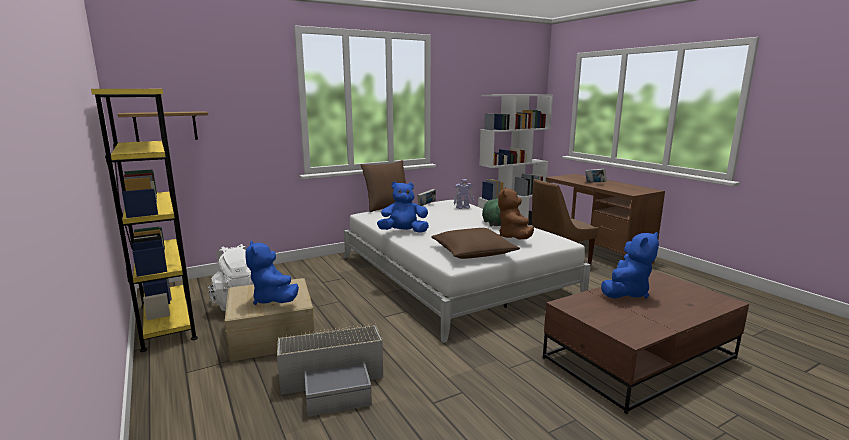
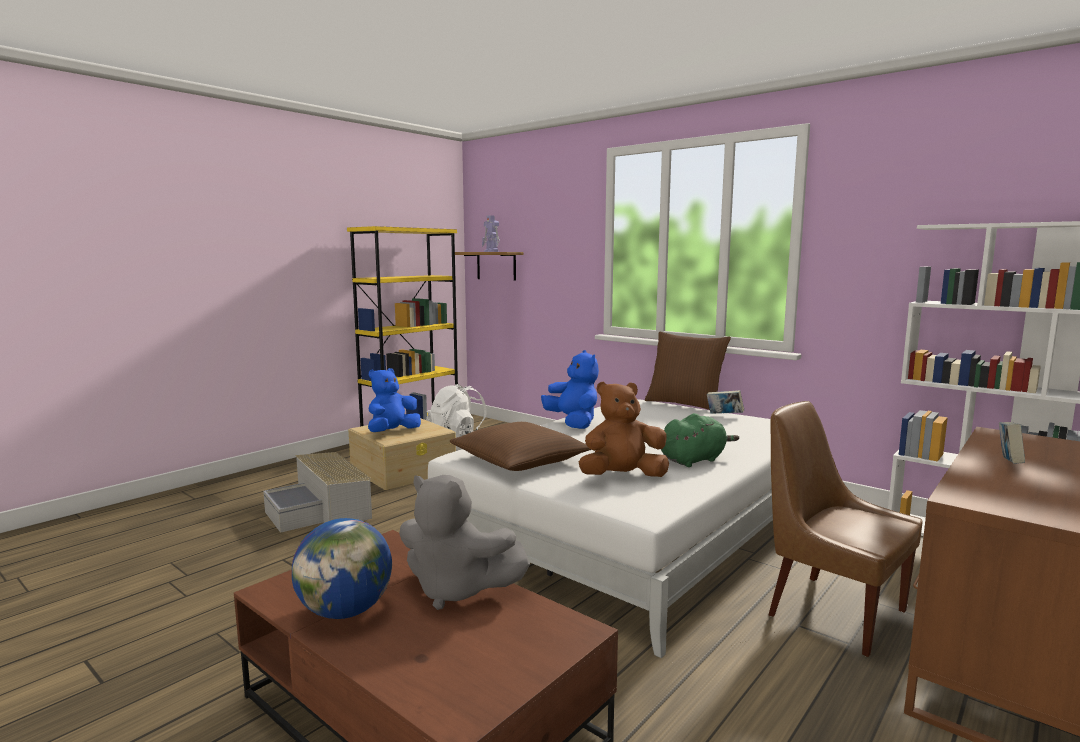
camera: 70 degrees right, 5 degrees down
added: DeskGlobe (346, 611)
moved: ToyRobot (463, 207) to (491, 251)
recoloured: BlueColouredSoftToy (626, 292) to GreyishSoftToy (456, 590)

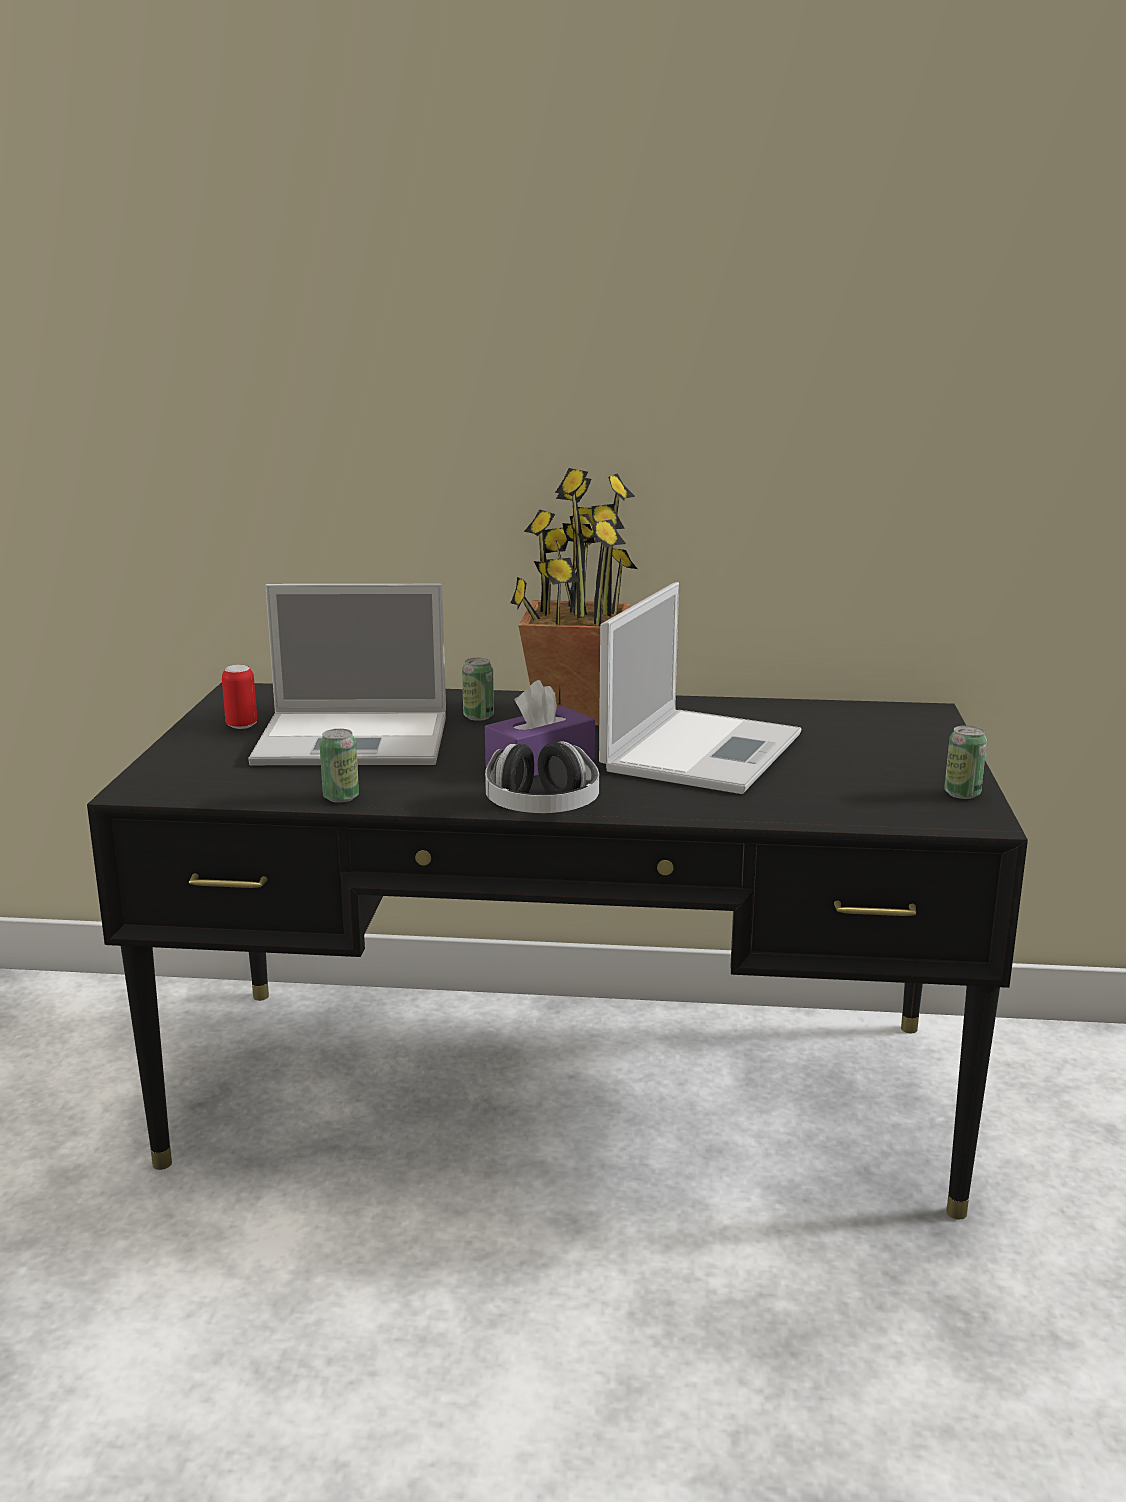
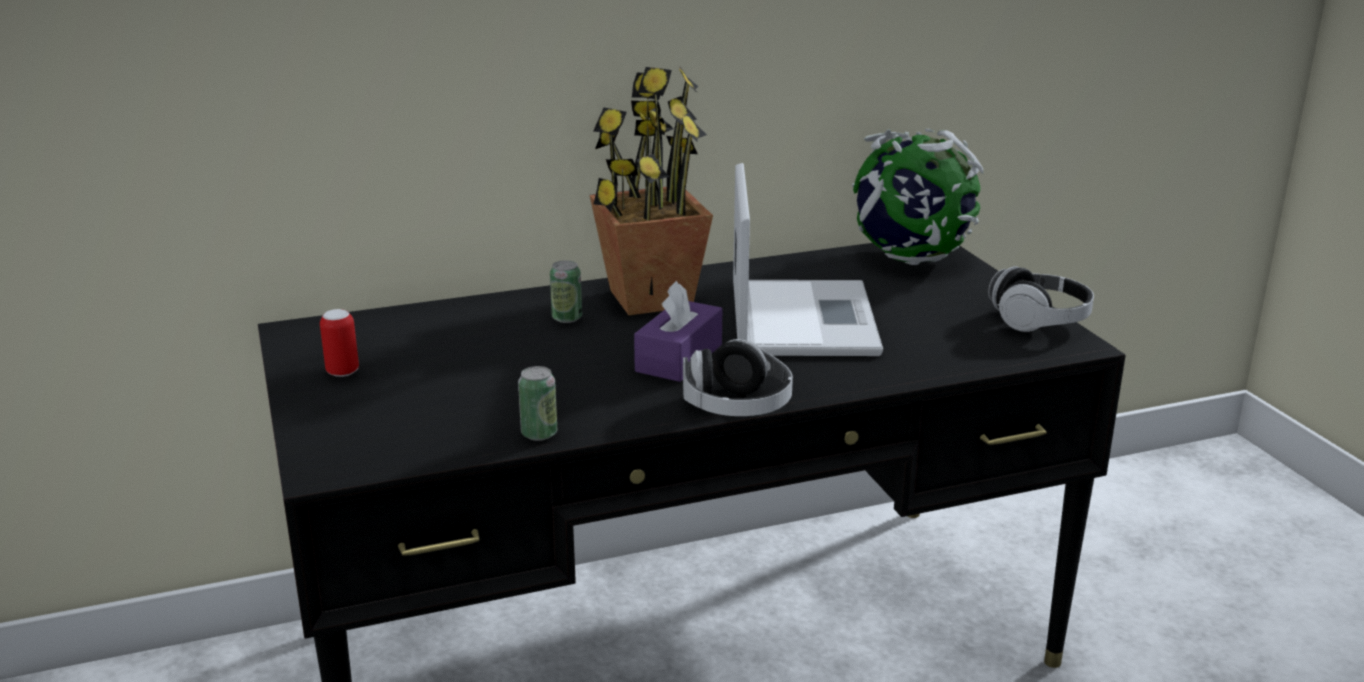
camera: 25 degrees left, 5 degrees up
removed: PortableComputer (357, 740)
added: DeskGlobe (910, 258)
replaced: SealedCan (962, 794) to Headphones (1039, 321)

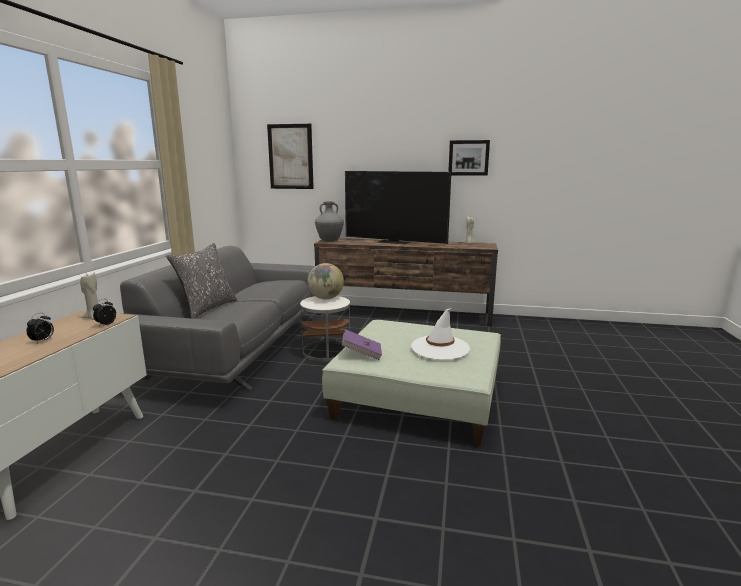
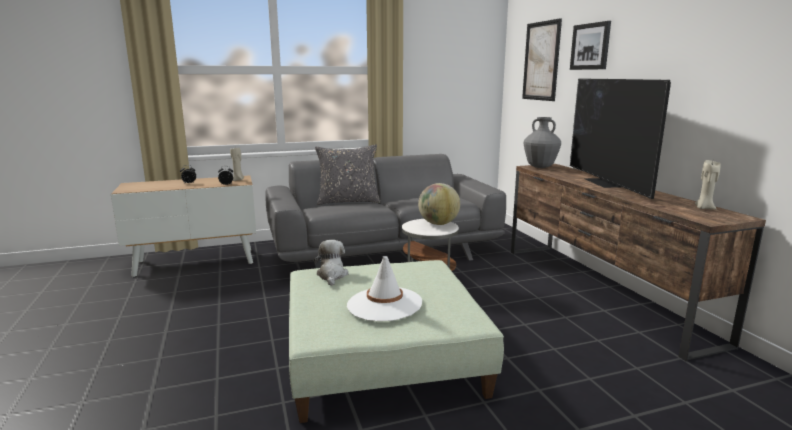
camera: 60 degrees right, 0 degrees up
moved: Picture (468, 158) to (590, 46)
replaced: PurpleColouredBoundBook (362, 354) to SoftToy (332, 275)

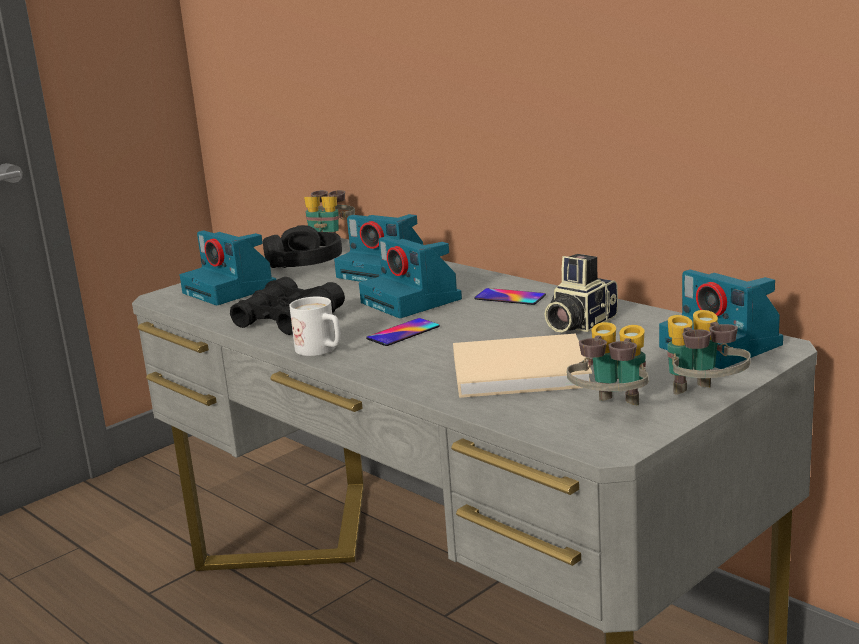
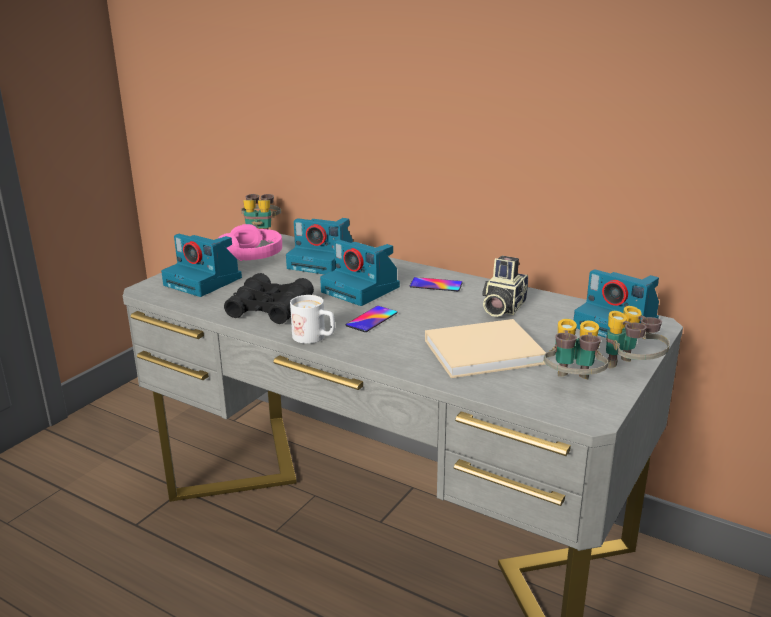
camera: 15 degrees left, 5 degrees up
recoloured: BlackishHeadphones (304, 263) to PinkColouredHeadphones (252, 255)

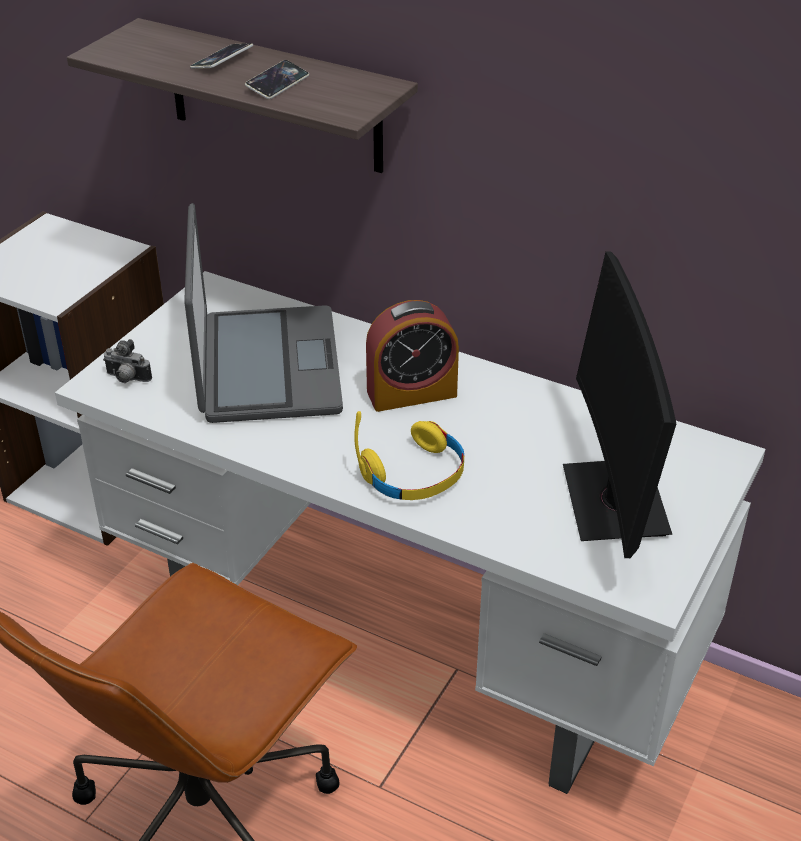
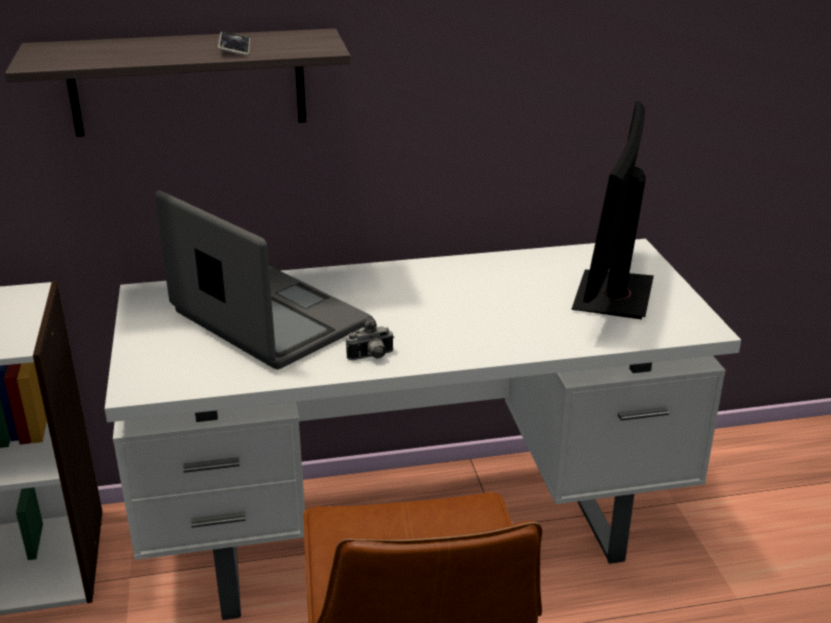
camera: 40 degrees left, 10 degrees down
removed: Handset (222, 60); YellowishHeadphones (415, 475); AlarmClock (411, 393)
moved: PhotoCamera (127, 379) to (371, 357)
turned: ComputerScreen (615, 502) = (613, 295) 60 degrees clockwise

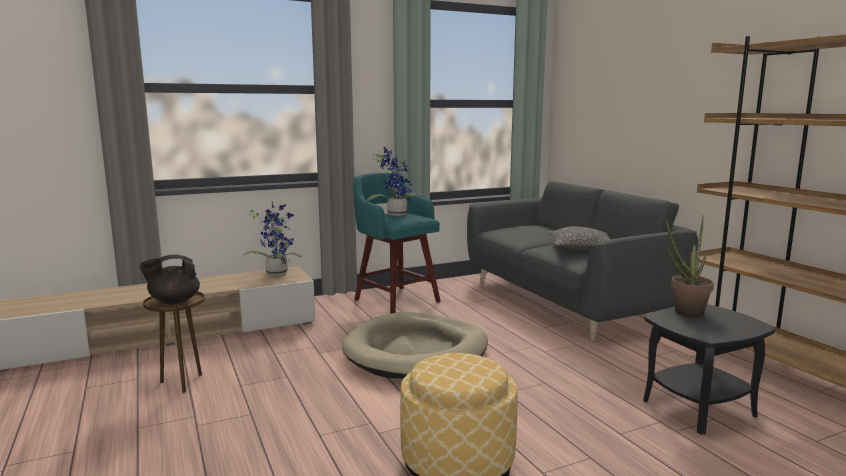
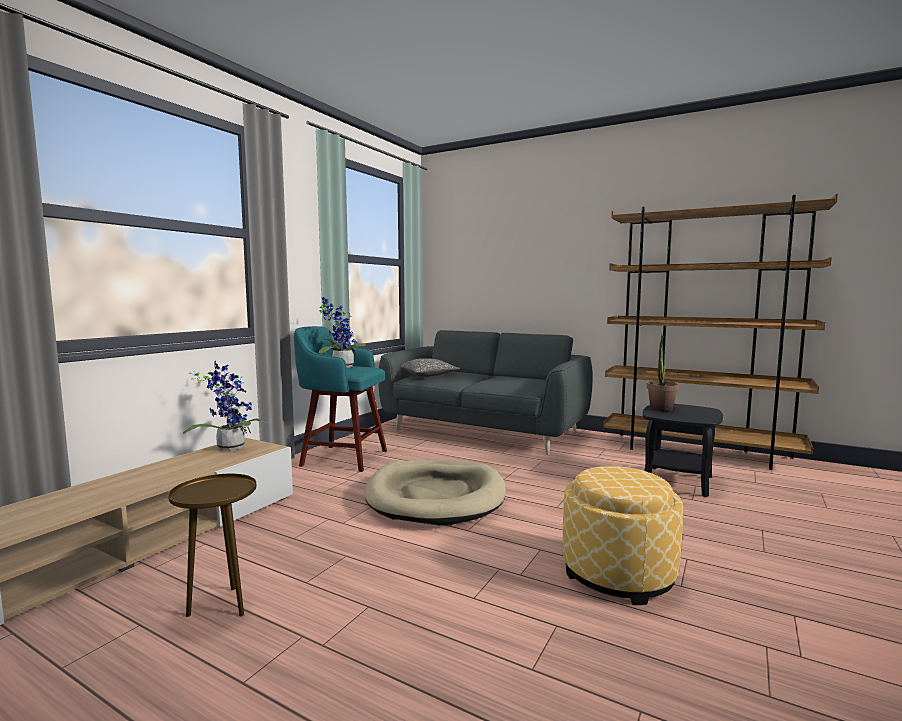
camera: 35 degrees left, 5 degrees down
removed: BlackishTeaPot (173, 301)
moved: Cushion (581, 248) to (427, 375)

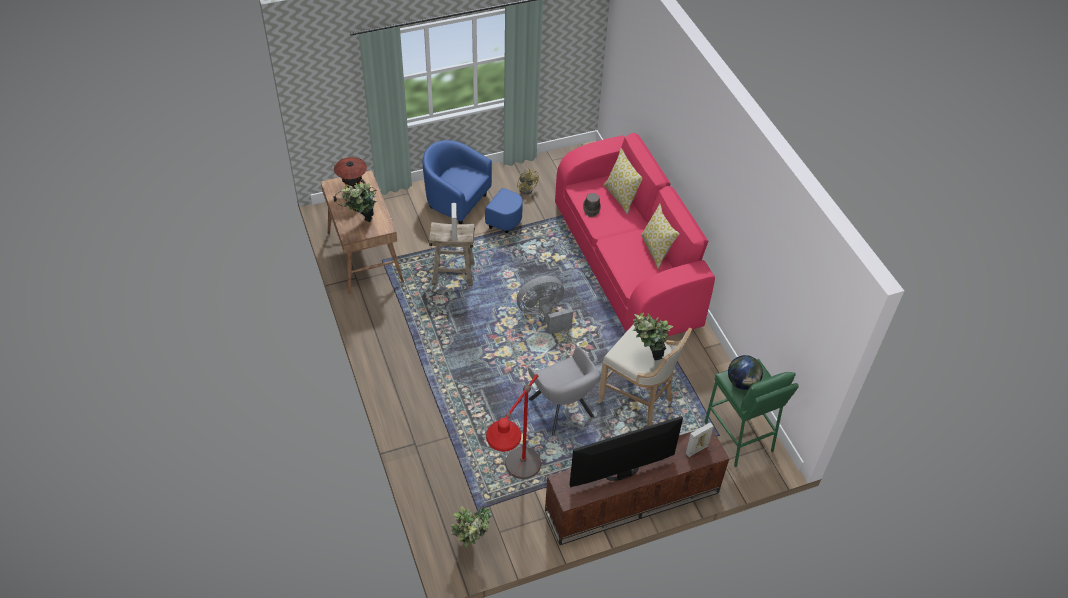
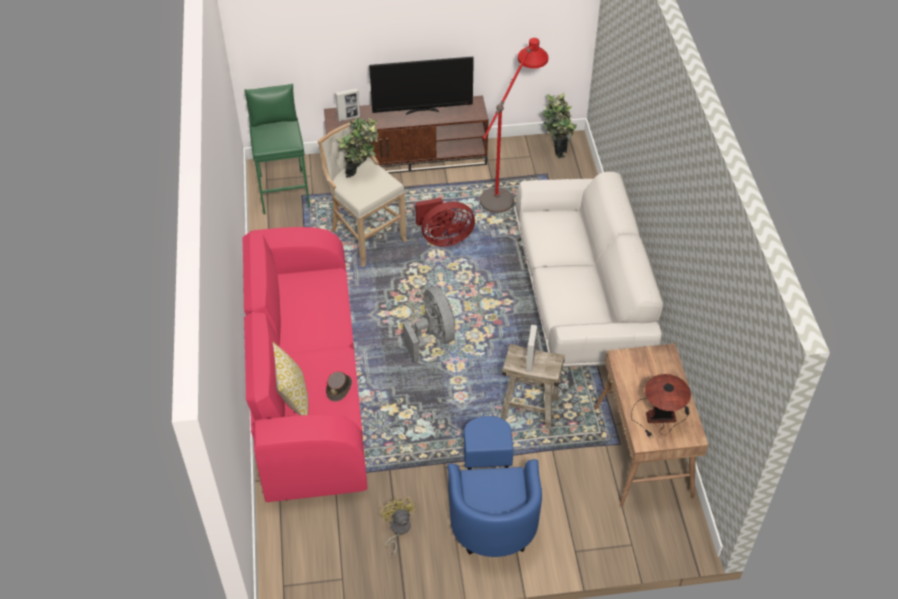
camera: 165 degrees left, 0 degrees up
removed: Houseplant (363, 225); Cushion (657, 250); DeskGlobe (742, 382)
added: WhiteColouredSettee (580, 295)
replaced: GreyishEasyChair (563, 410) to RedElectricFan (444, 238)
turned: BlueColouredEasyChair (467, 207) = (491, 509) 45 degrees clockwise; GreyishElectricFan (543, 315) = (433, 337) 105 degrees counterclockwise

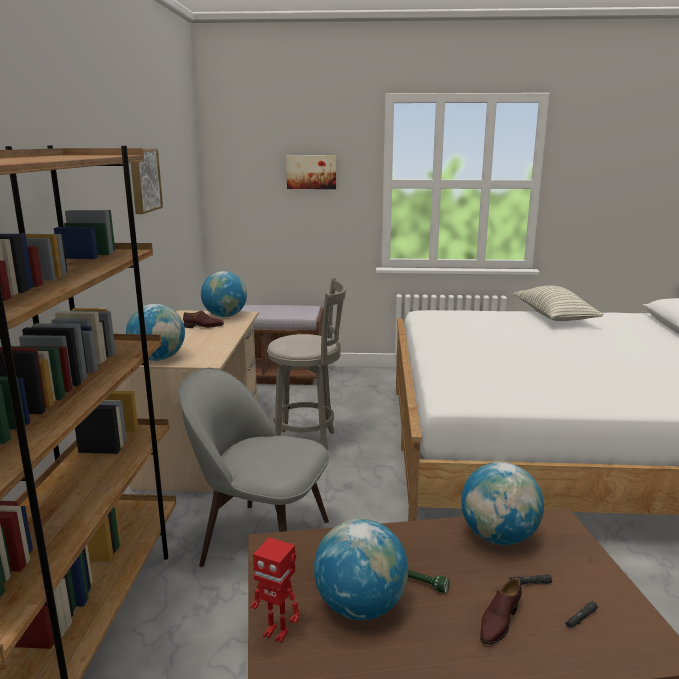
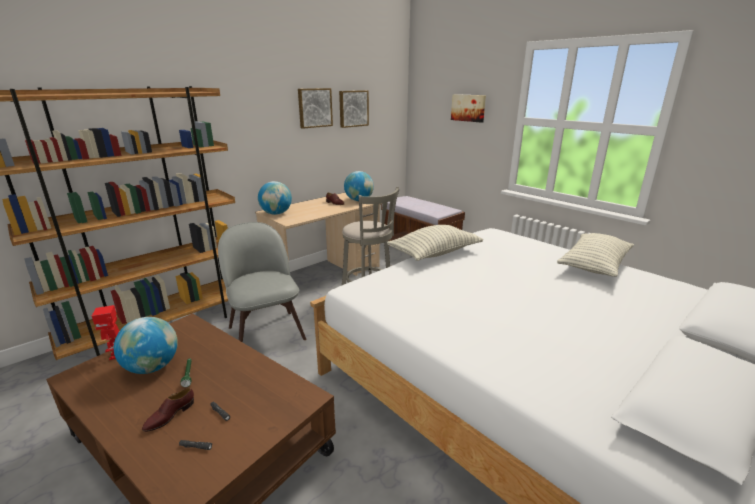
camera: 45 degrees right, 5 degrees up
removed: DeskGlobe (498, 537)
added: Picture (353, 108); Cushion (434, 253)
turned: BrownItemOfFootwear (498, 621) = (170, 416) 45 degrees counterclockwise

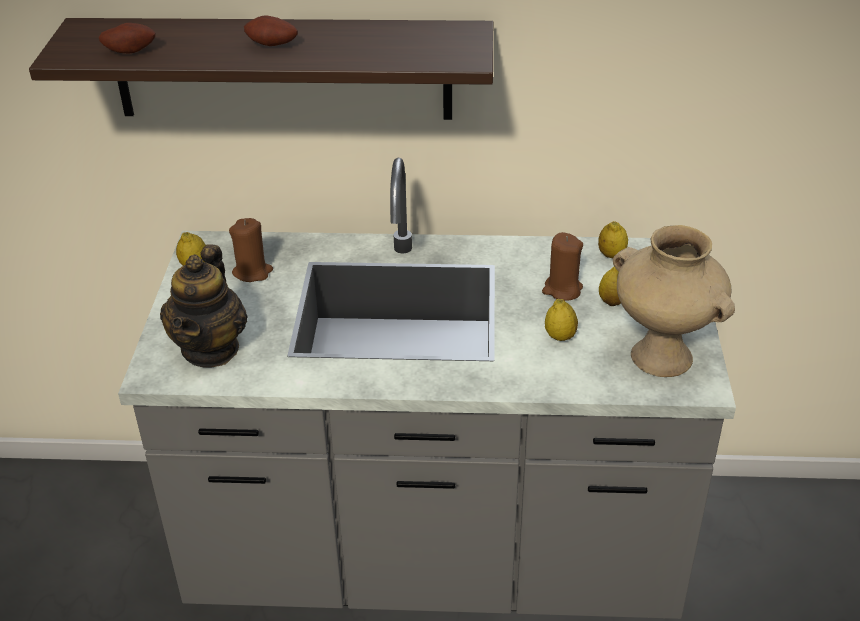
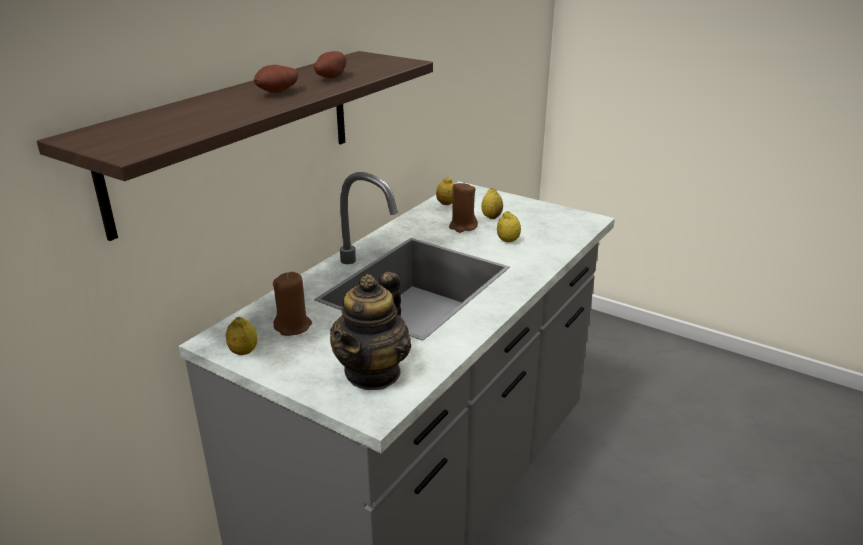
camera: 60 degrees left, 10 degrees down
removed: BeigeDecorativeVase (663, 357)
moved: Spud (130, 51) to (330, 77)
turned: TeaPot (211, 349) = (373, 373) 75 degrees clockwise

